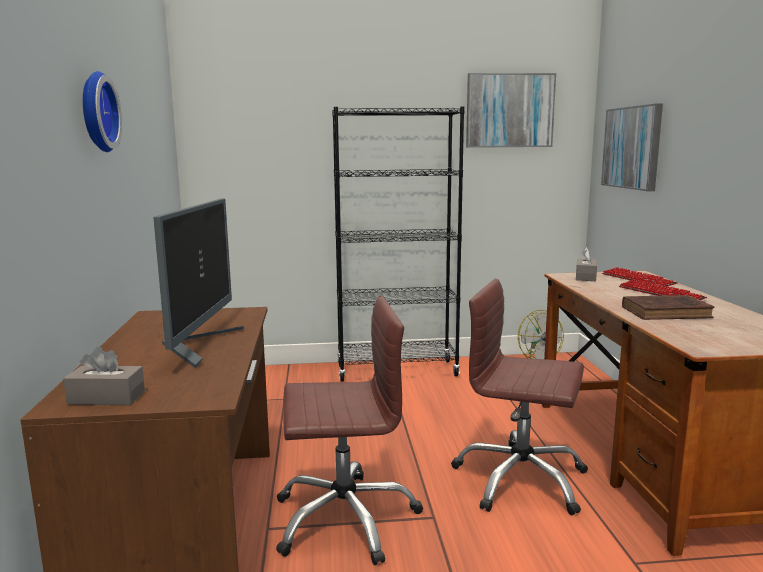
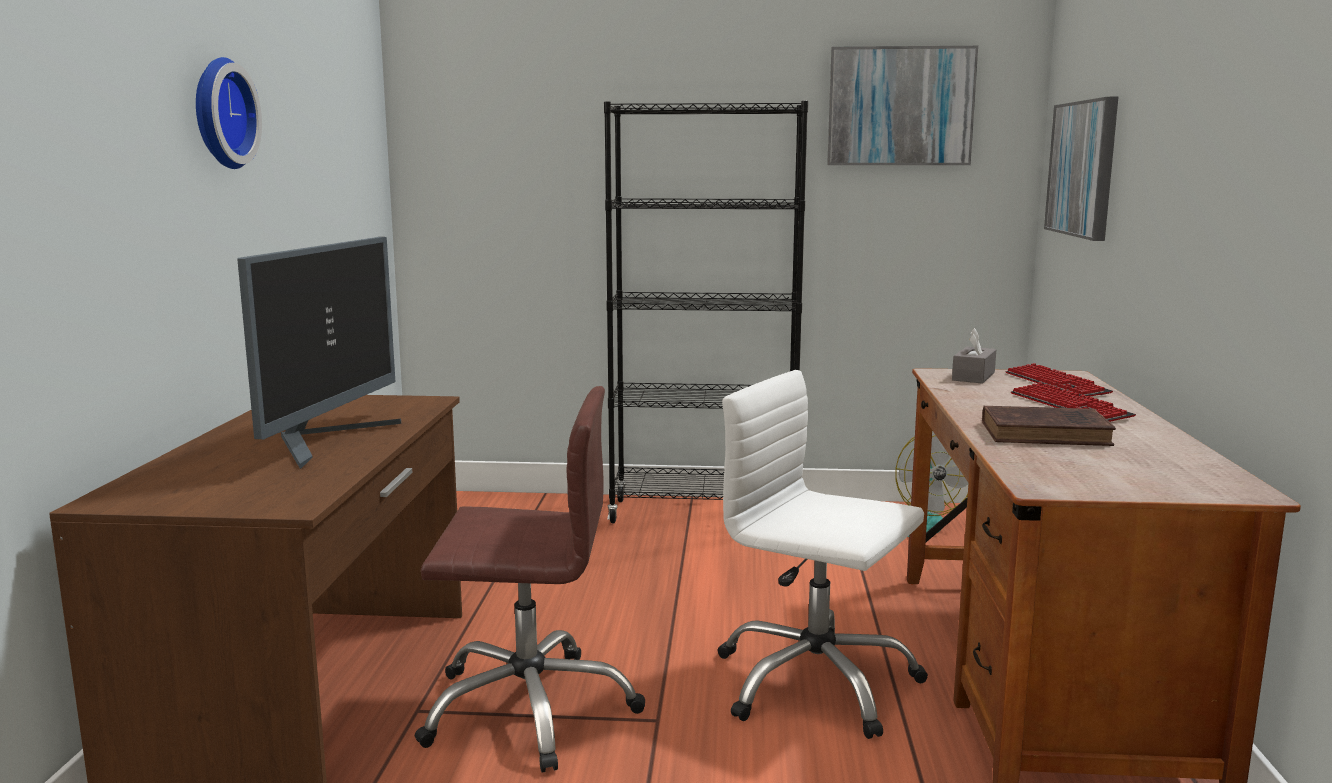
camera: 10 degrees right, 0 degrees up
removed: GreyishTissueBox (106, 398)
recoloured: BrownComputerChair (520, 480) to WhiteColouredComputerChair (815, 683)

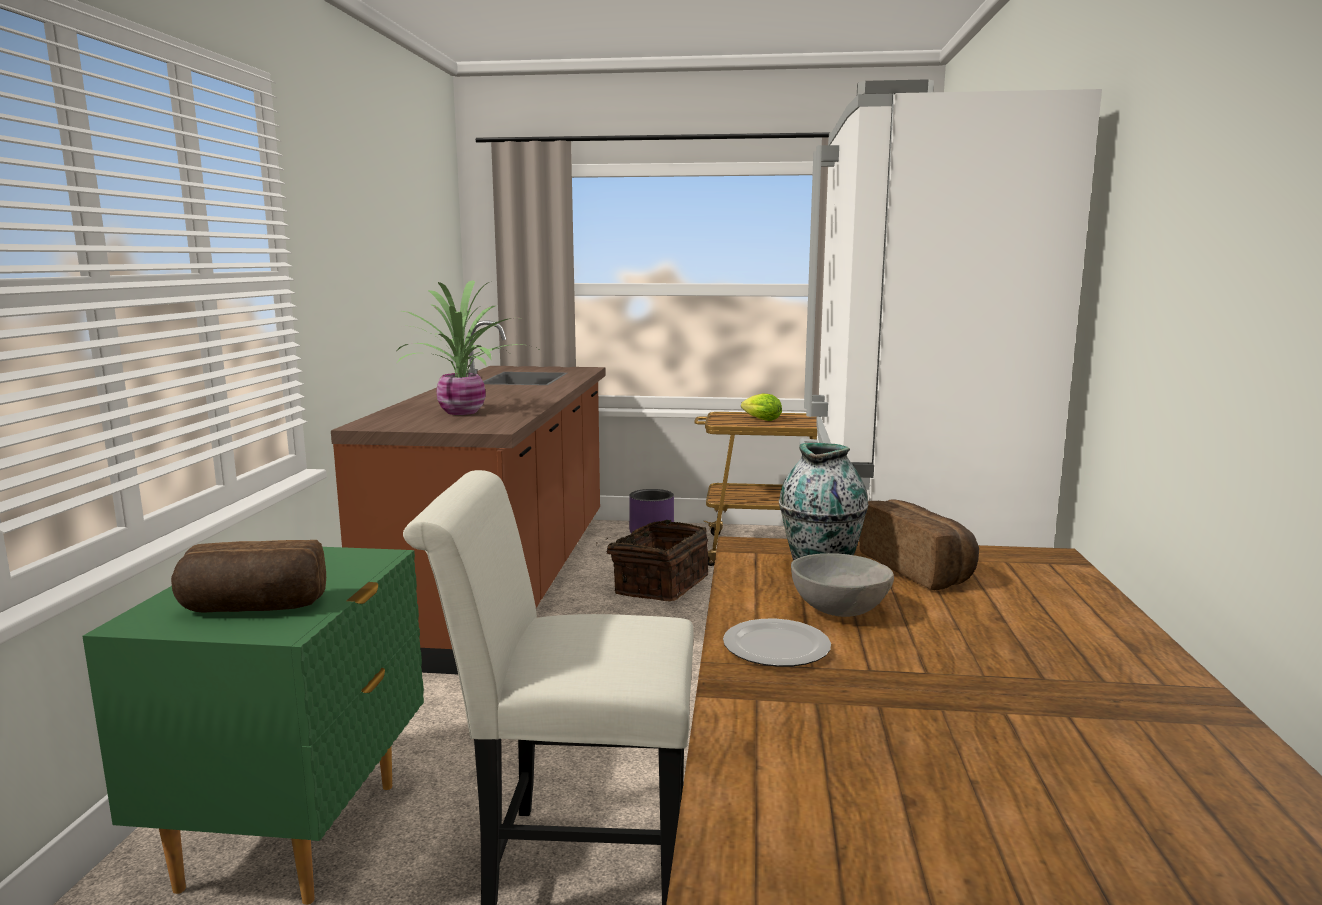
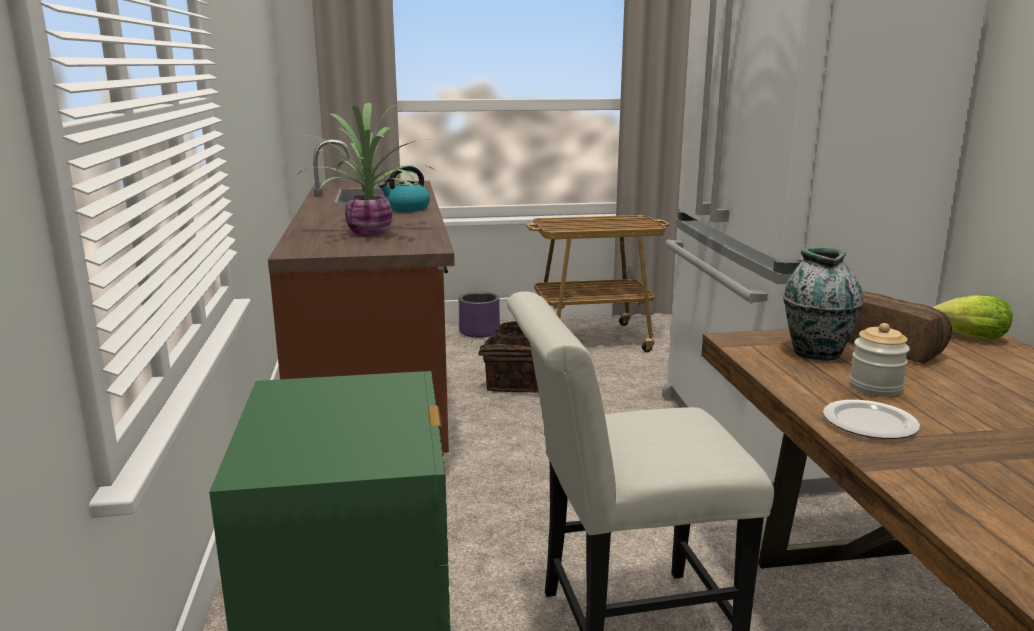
camera: 15 degrees left, 5 degrees up
removed: BakeryBread (252, 608)
added: Kettle (407, 209)
moved: LettuceHead (759, 420) to (965, 337)
replaced: GreyishDeepDish (838, 610) to StorageJar (875, 387)

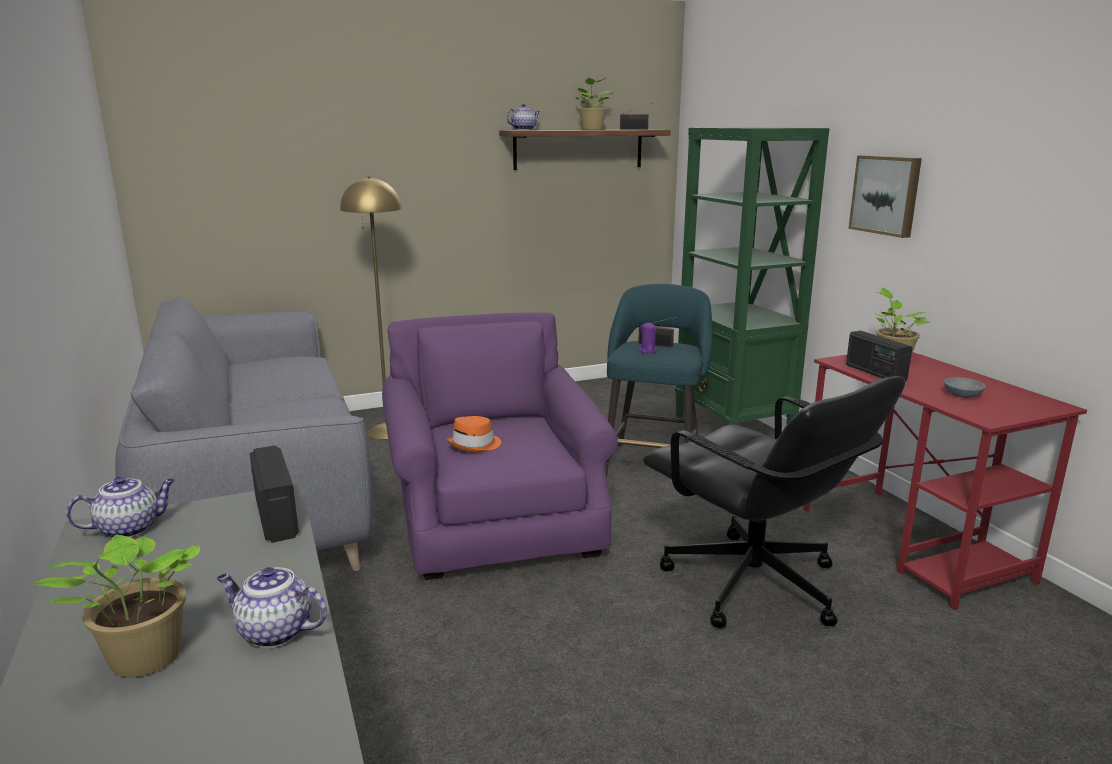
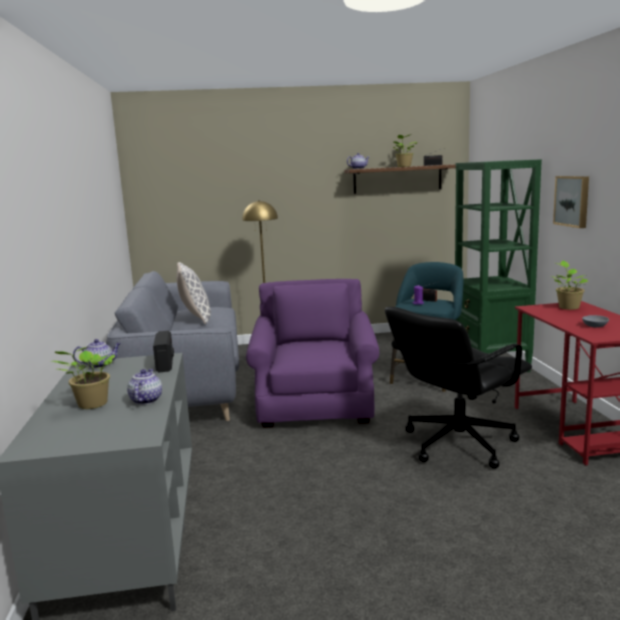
camera: 15 degrees right, 5 degrees down
removed: OrangeyClothingHat (475, 445); RadioReceiver (875, 373)
added: Cushion (195, 318)
turned: TeaPot (273, 632) = (146, 400) 60 degrees clockwise; BlackishComputerChair (753, 585) = (457, 443) 75 degrees clockwise

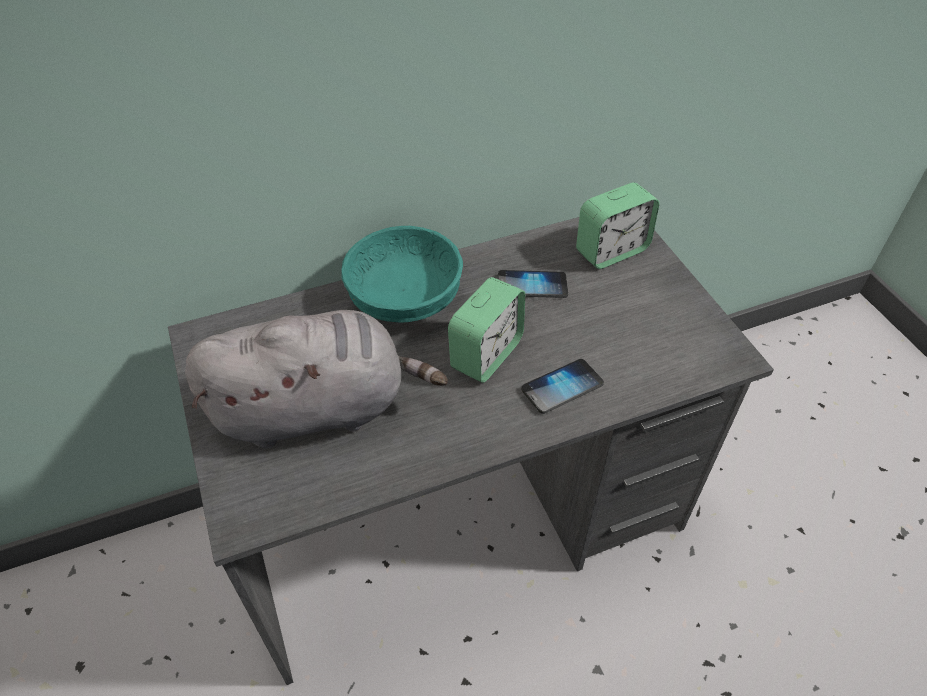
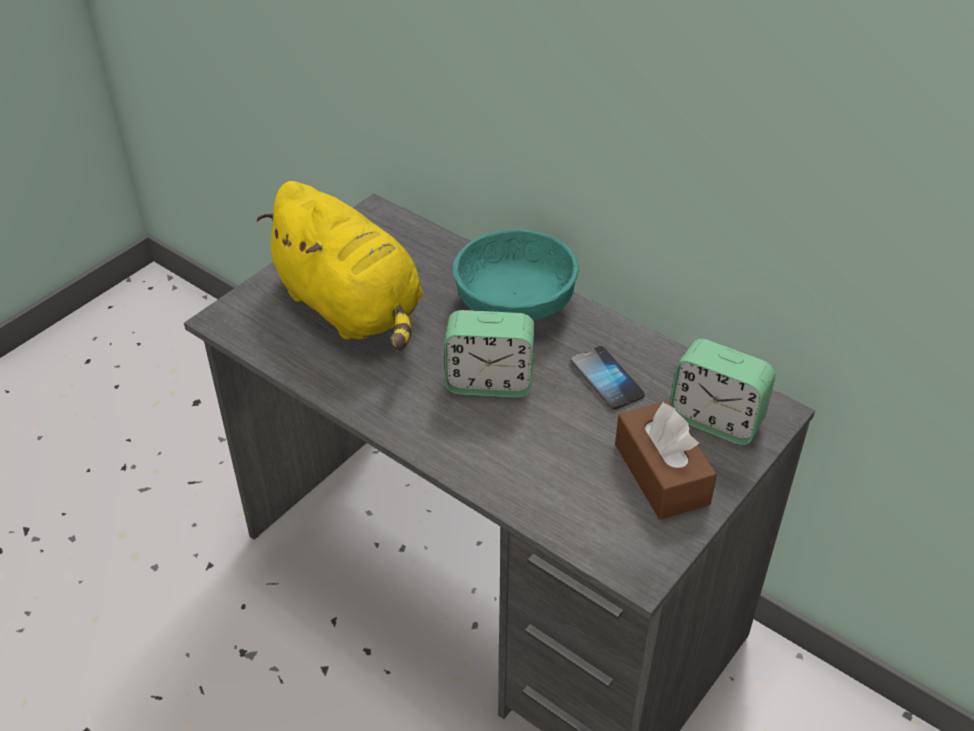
camera: 60 degrees right, 5 degrees down
removed: Handset (562, 387)
added: BrownTissueBox (661, 474)
recoloured: GreyishSoftToy (318, 408) to YellowishSoftToy (352, 308)

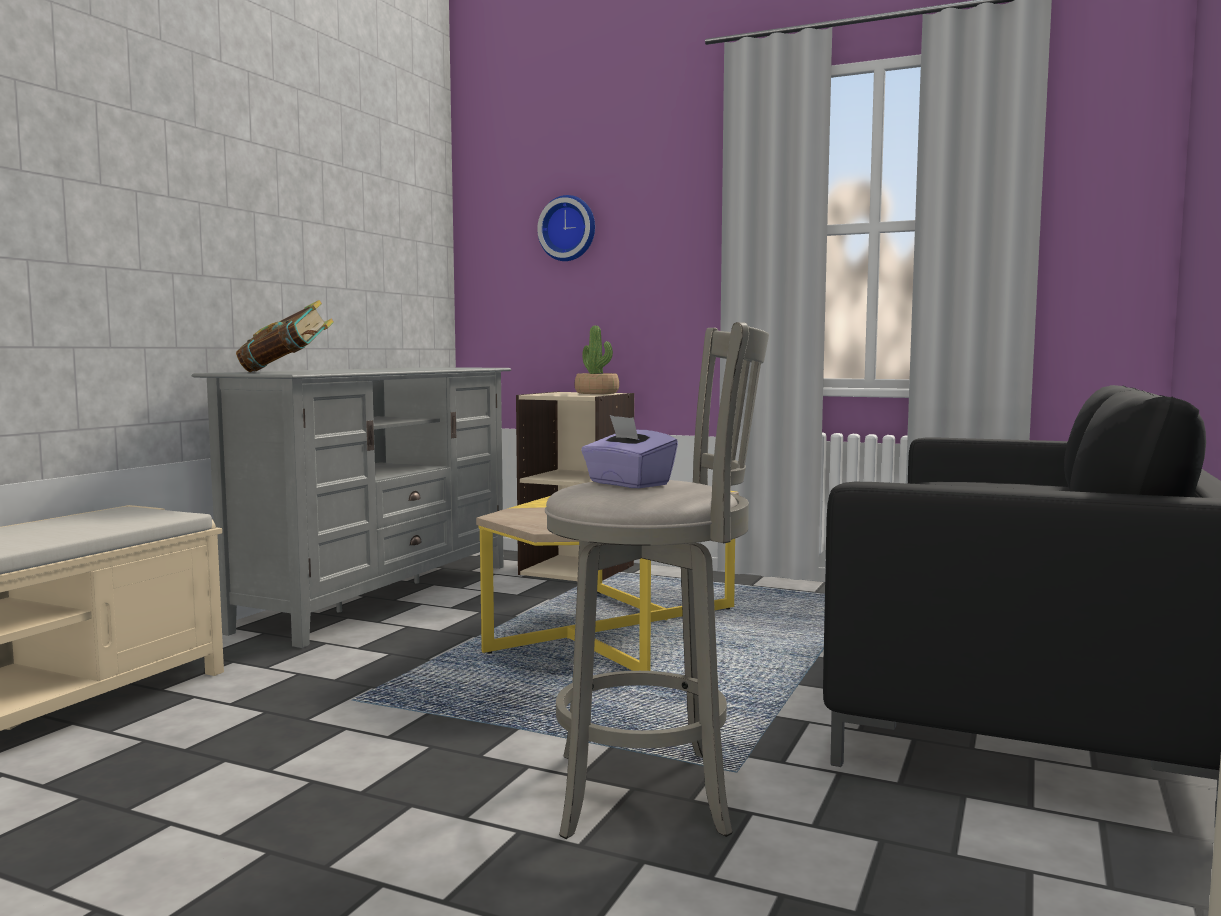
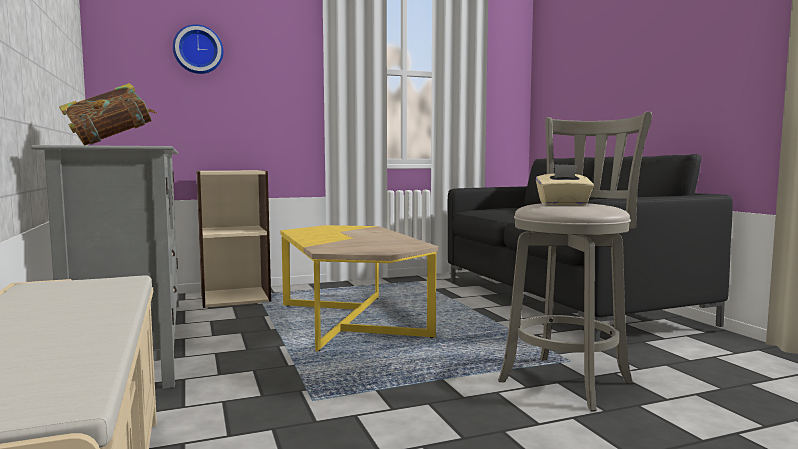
camera: 45 degrees left, 0 degrees up
removed: Houseplant (597, 393)
recoloured: PurpleColouredTissueBox (628, 484) to BeigeTissueBox (563, 204)

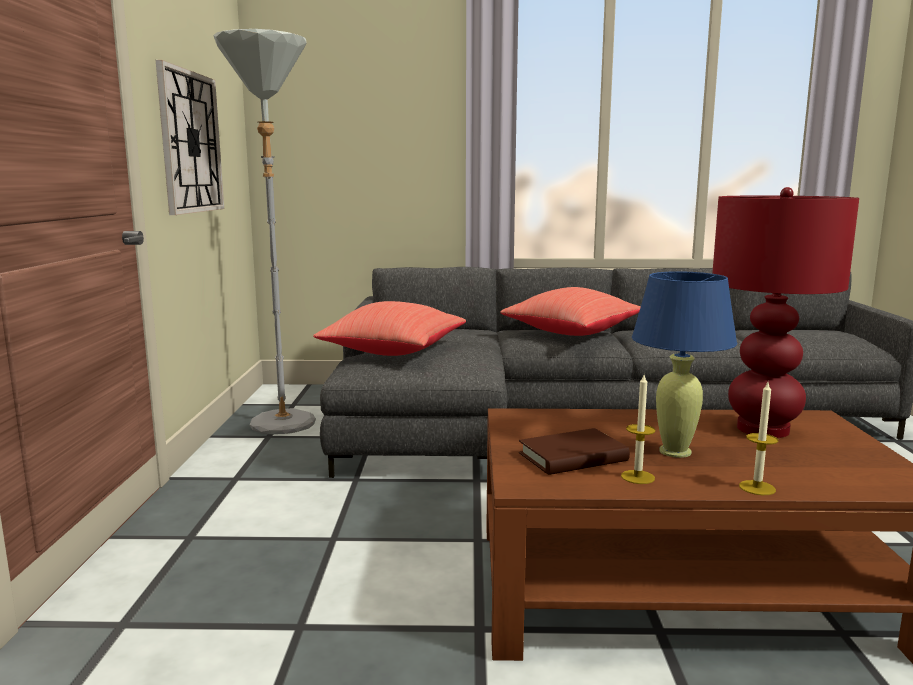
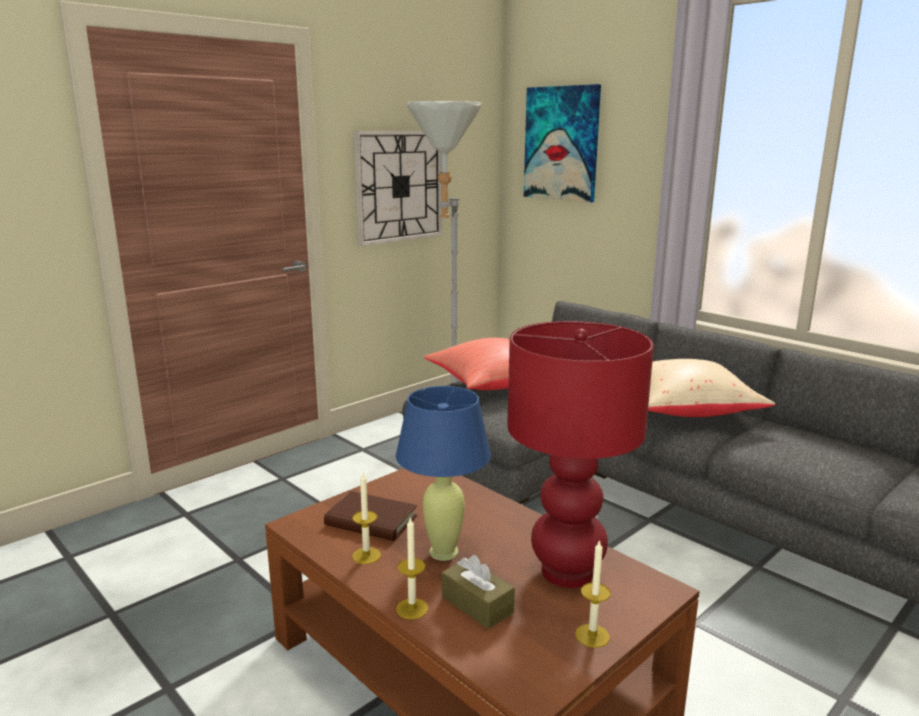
camera: 45 degrees right, 5 degrees up
added: BrownTissueBox (477, 605); Picture (561, 143); Candle (592, 635)
recoloured: RedCushion (570, 333) to BeigeCushion (686, 409)

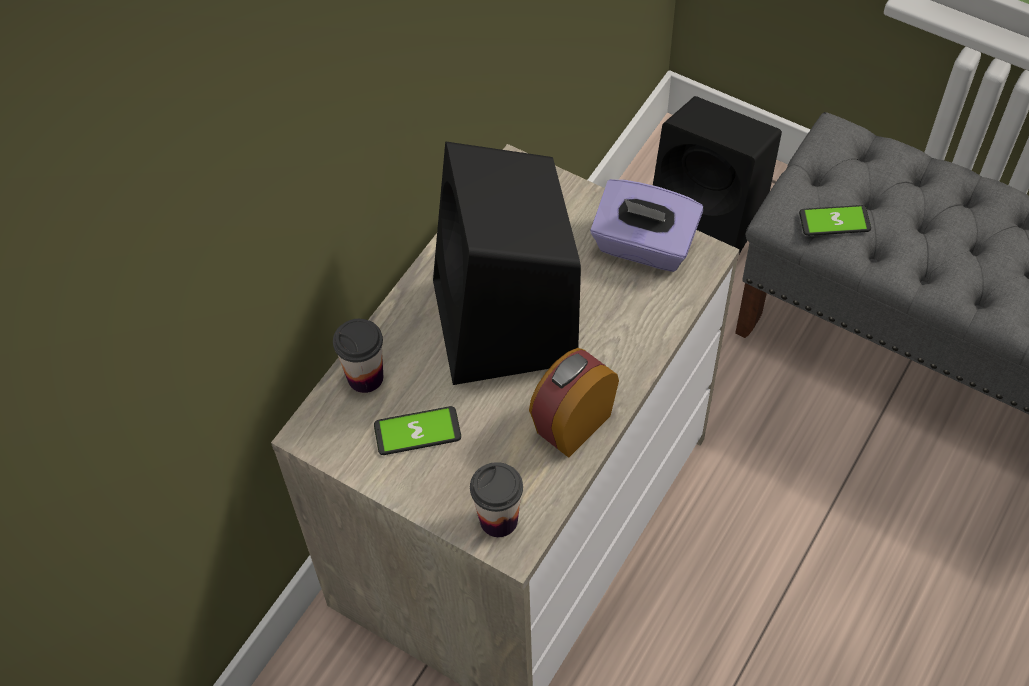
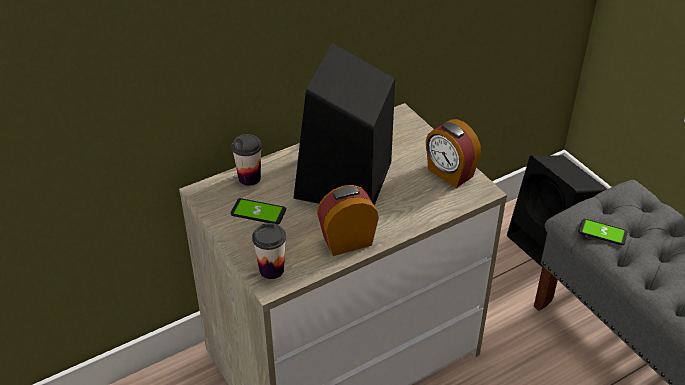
camera: 25 degrees right, 15 degrees down
replaced: PurpleColouredTissueBox (643, 246) to AlarmClock (449, 173)

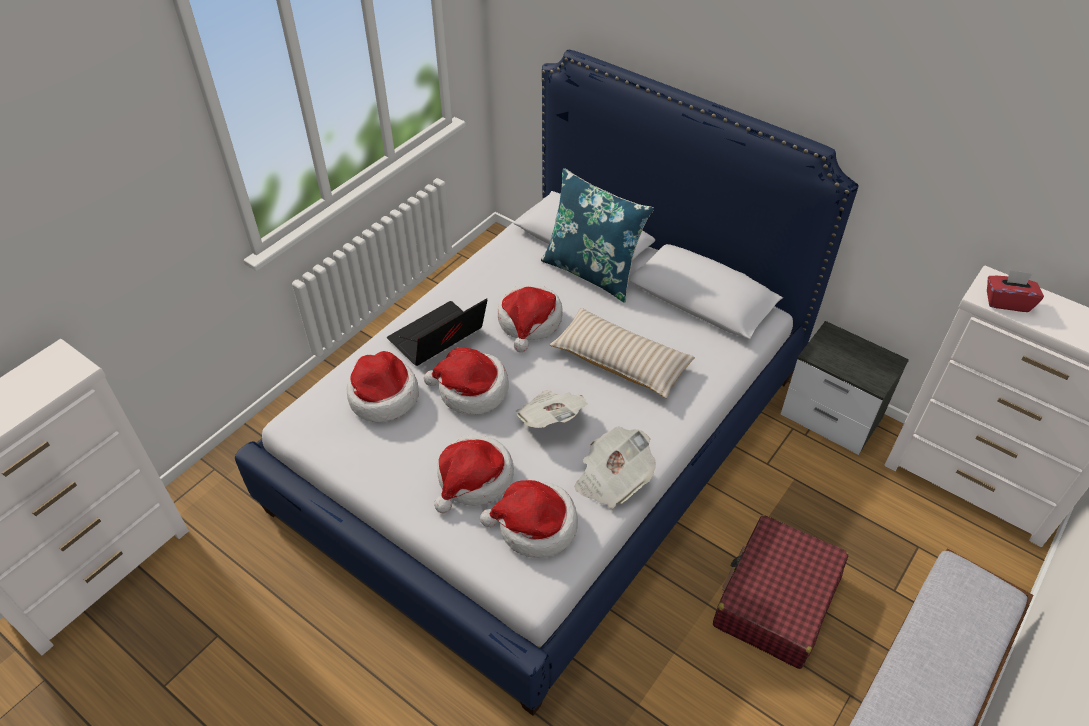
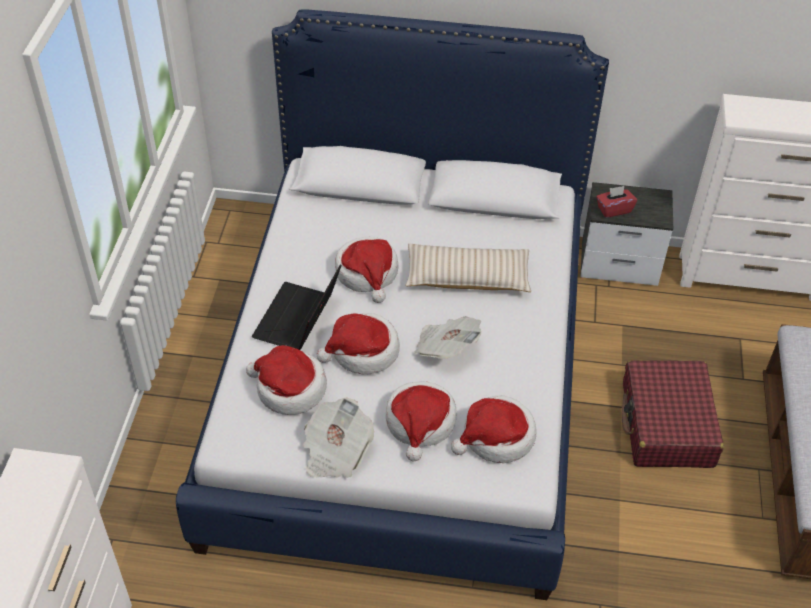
camera: 30 degrees left, 0 degrees up
removed: BlueColouredCushion (592, 271)
moved: PrintedPaper (612, 479) to (335, 452); RedTissueBox (1007, 302) to (614, 209)

